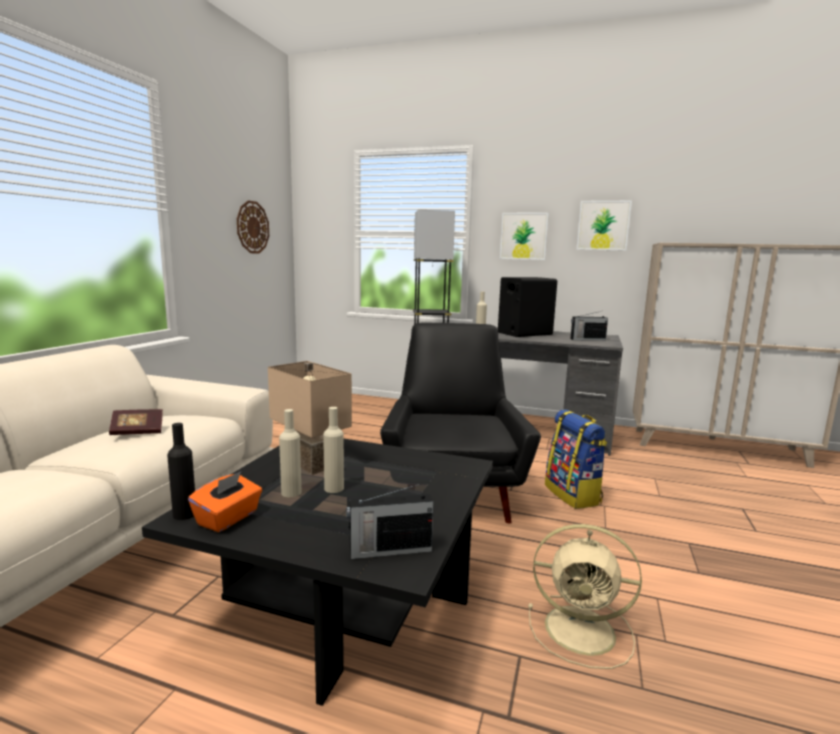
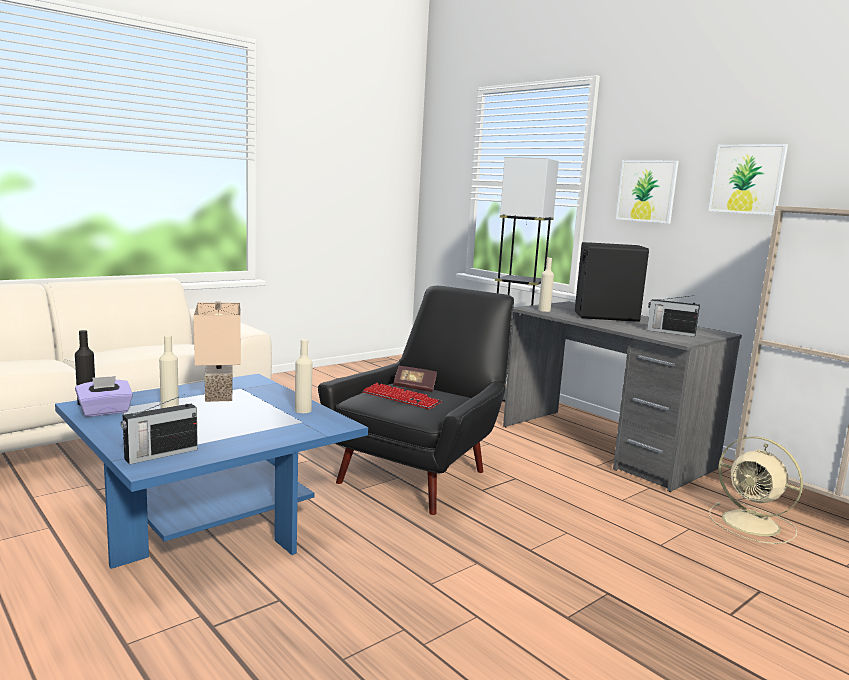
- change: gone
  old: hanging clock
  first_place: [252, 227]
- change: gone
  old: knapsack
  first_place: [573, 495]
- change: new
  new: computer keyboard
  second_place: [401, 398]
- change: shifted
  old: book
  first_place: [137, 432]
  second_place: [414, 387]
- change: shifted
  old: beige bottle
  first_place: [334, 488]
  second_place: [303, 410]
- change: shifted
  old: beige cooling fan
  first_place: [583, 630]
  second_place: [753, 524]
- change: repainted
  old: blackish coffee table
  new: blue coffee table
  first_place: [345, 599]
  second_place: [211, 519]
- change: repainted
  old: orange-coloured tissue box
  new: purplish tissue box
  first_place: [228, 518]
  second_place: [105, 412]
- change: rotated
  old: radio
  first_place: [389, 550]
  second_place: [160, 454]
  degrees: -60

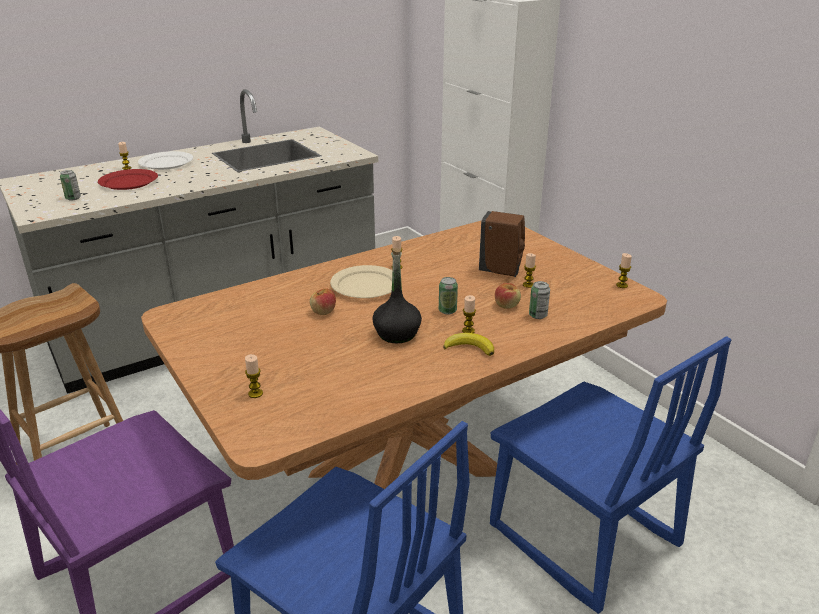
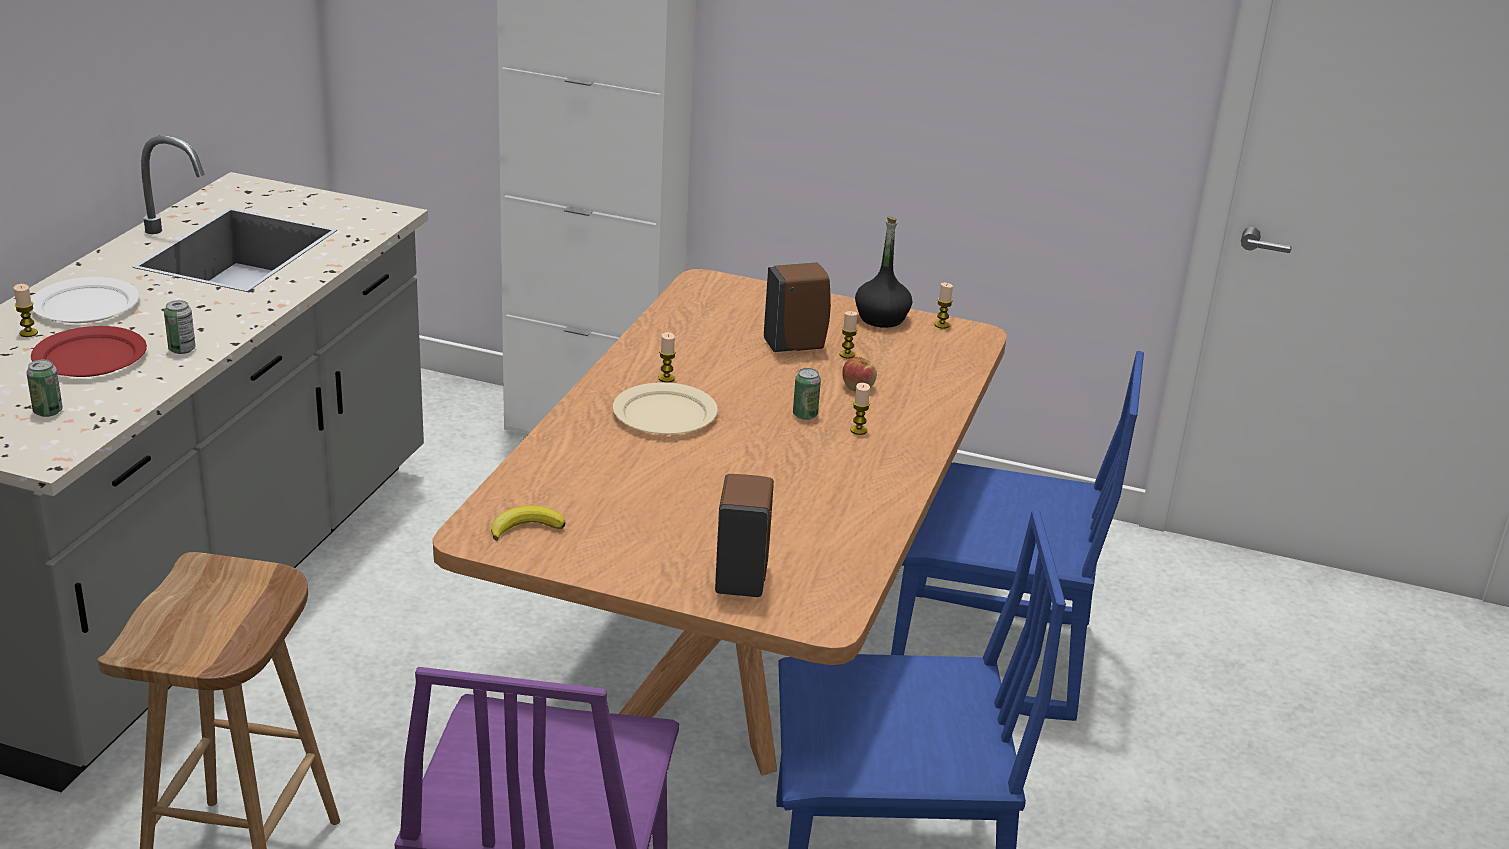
- change: gone
  old: whole apple
  first_place: [323, 312]
- change: shifted
  old: blackish bottle
  first_place: [397, 334]
  second_place: [881, 318]
- change: shifted
  old: banana
  first_place: [469, 347]
  second_place: [526, 527]
- change: shifted
  old: metal can
  first_place: [538, 315]
  second_place: [182, 349]
- change: swapped
  old: wax candle
  new: brown-coloured soap dispenser
  first_place: [255, 393]
  second_place: [741, 579]

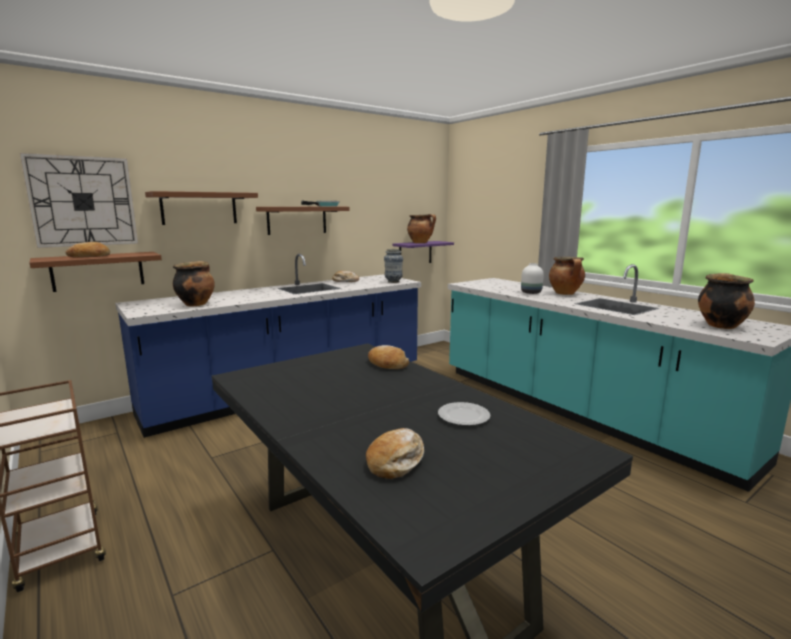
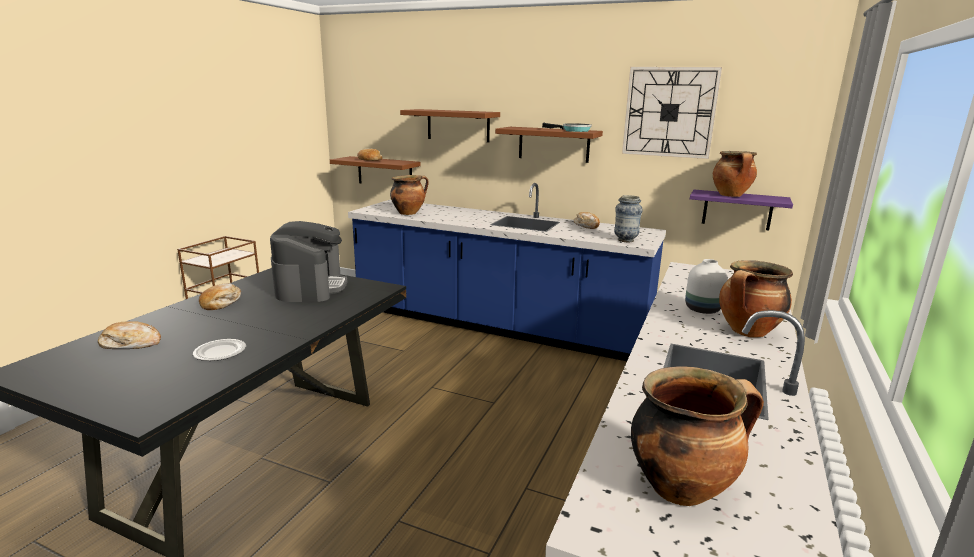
- change: new
  new: coffee brewer
  second_place: [310, 287]
- change: shifted
  old: hanging clock
  first_place: [83, 201]
  second_place: [669, 112]
- change: shifted
  old: baked bread
  first_place: [387, 364]
  second_place: [221, 303]

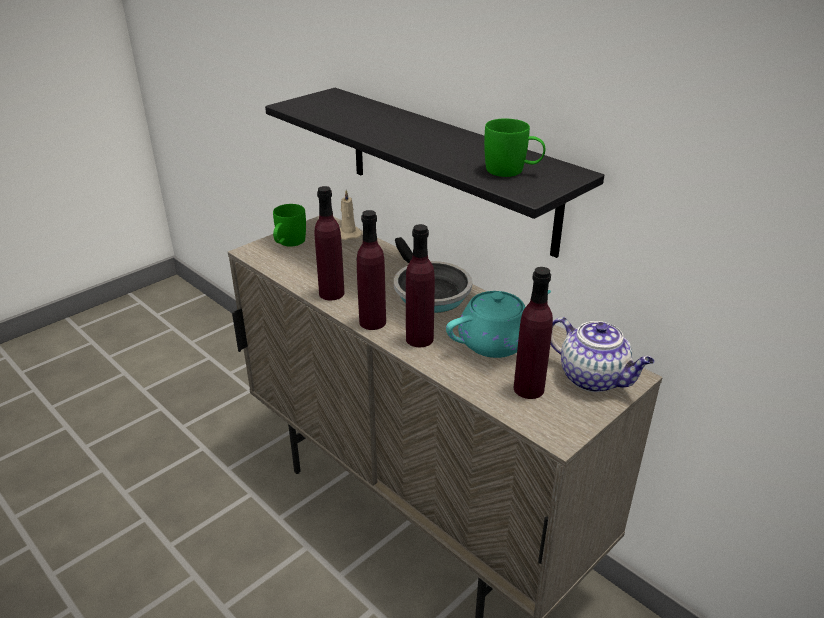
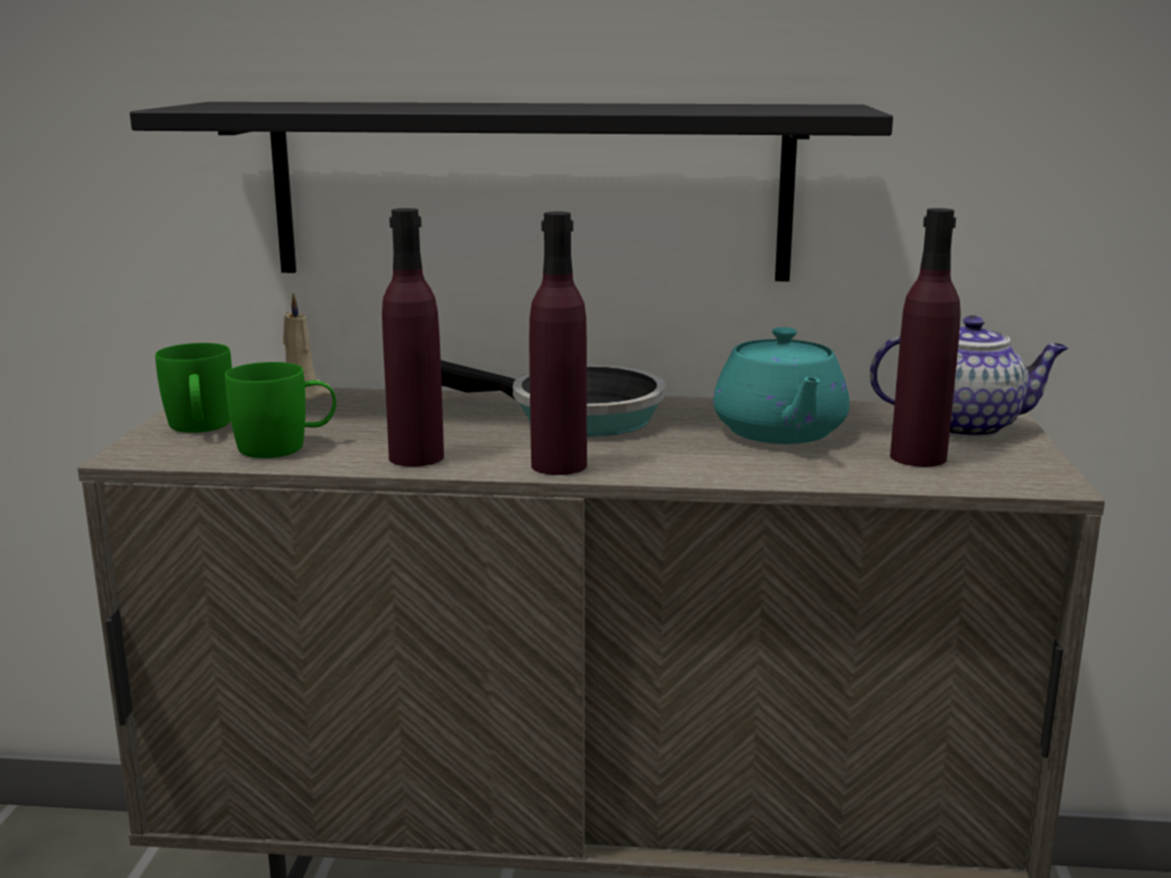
- change: gone
  old: purplish bottle
  first_place: [419, 339]
- change: shifted
  old: green tea mug
  first_place: [512, 171]
  second_place: [286, 447]
- change: rotated
  old: turquoise teapot
  first_place: [496, 342]
  second_place: [780, 432]
  degrees: 150

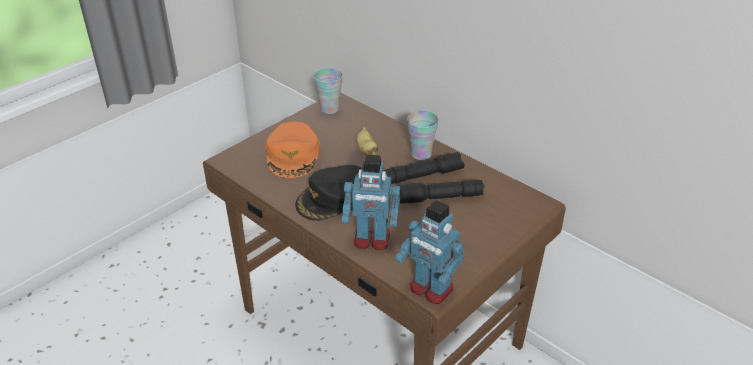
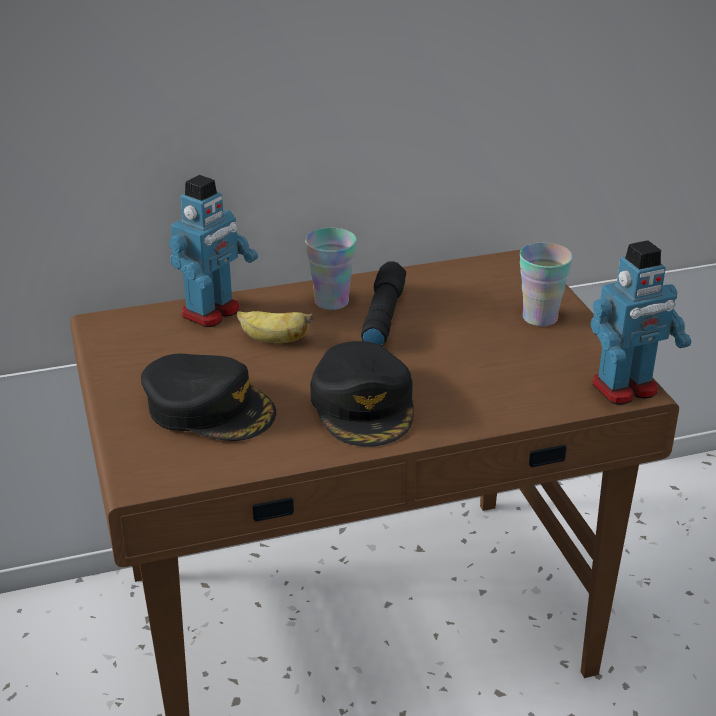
- change: gone
  old: blackish torch
  first_place: [439, 198]
- change: shifted
  old: drinking cup
  first_place: [329, 109]
  second_place: [540, 318]
- change: shifted
  old: model robot
  first_place: [372, 240]
  second_place: [212, 313]
- change: repainted
  old: orange-coloured peaked cap
  new: blackish peaked cap
  first_place: [293, 155]
  second_place: [209, 408]

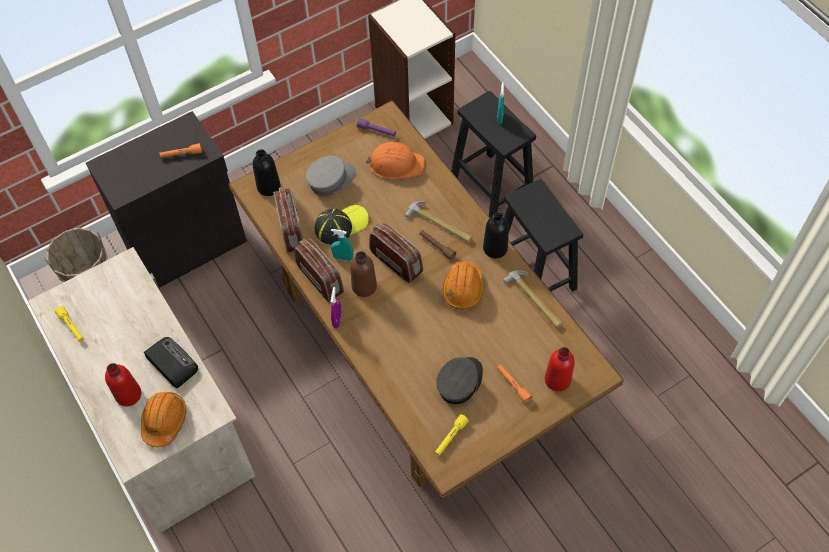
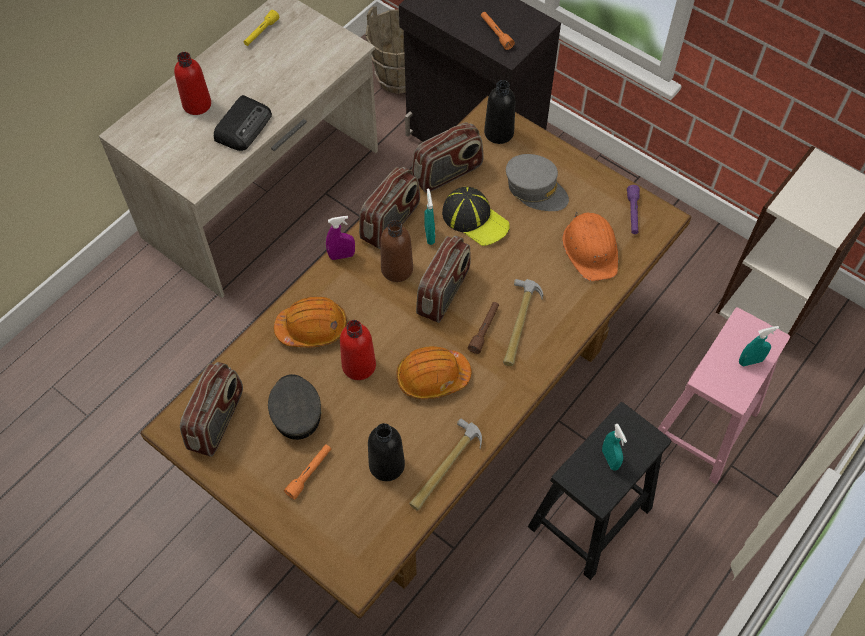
- change: new
  new: turquoise spray bottle
  second_place: [610, 459]
- change: shifted
  old: orange-coloured work helmet
  first_place: [164, 421]
  second_place: [312, 328]
- change: shifted
  old: blackish bottle
  first_place: [495, 248]
  second_place: [386, 465]
- change: shifted
  old: reddish bottle
  first_place: [557, 379]
  second_place: [359, 365]
- change: swapped
  old: yellow-coloured torch
  new: radio
  first_place: [450, 437]
  second_place: [217, 420]
- change: repainted
  old: blackish sitting stool
  new: pinkish sitting stool
  first_place: [492, 187]
  second_place: [703, 429]
- change: rotated
  old: grey peaked cap
  first_place: [459, 382]
  second_place: [295, 410]
  degrees: -120

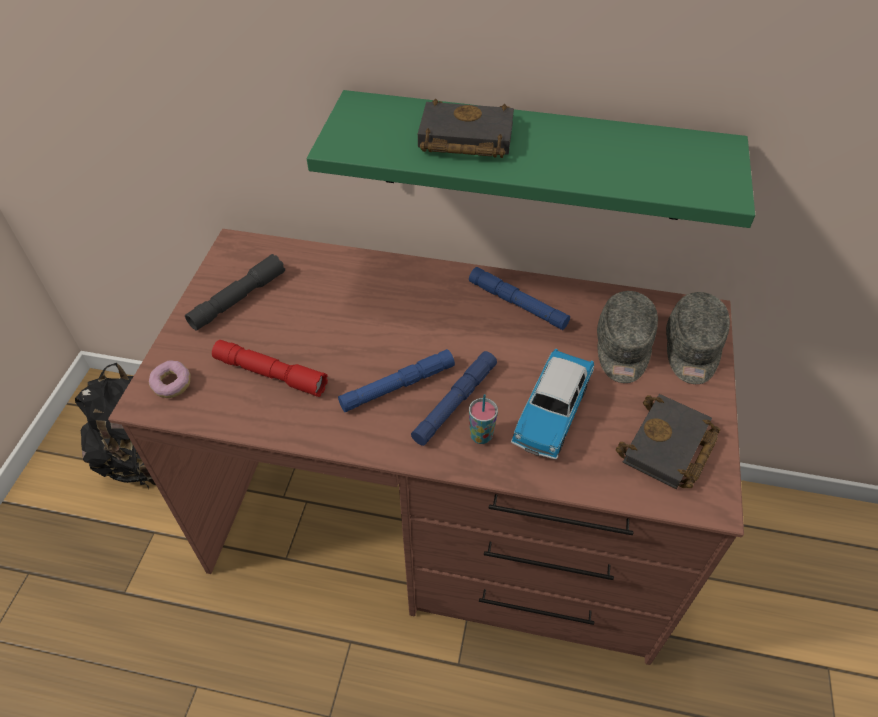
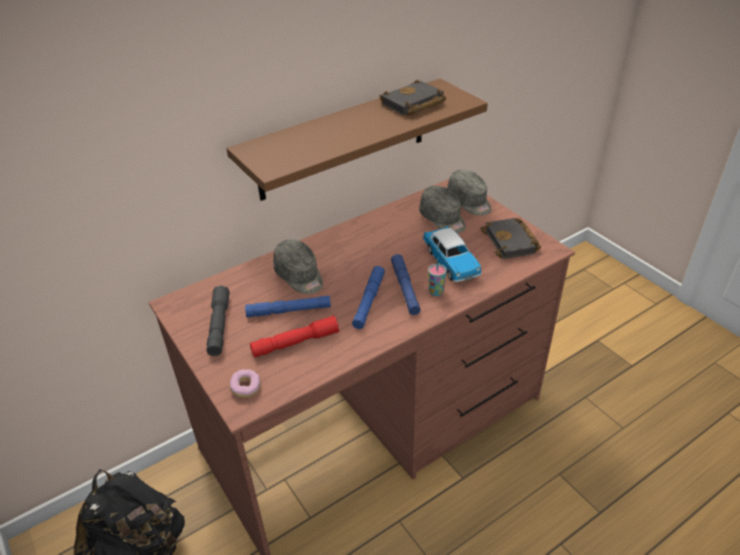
- change: new
  new: grey peaked cap
  second_place: [299, 276]
- change: shifted
  old: blackish book
  first_place: [463, 139]
  second_place: [413, 104]
- change: shifted
  old: blue torch
  first_place: [517, 303]
  second_place: [289, 310]
- change: repainted
  old: green bracket shelf
  new: brown-coloured bracket shelf
  first_place: [533, 157]
  second_place: [343, 140]

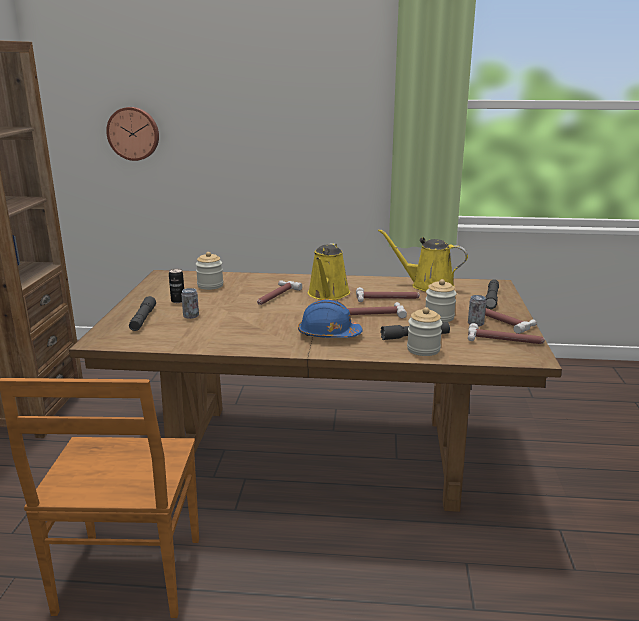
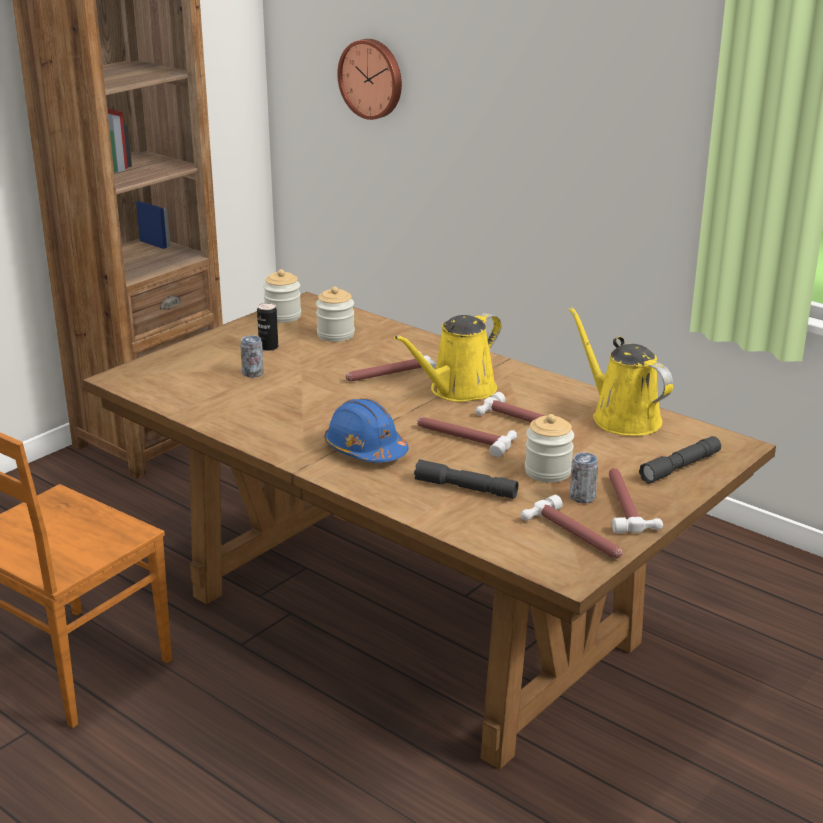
- change: gone
  old: grey torch
  first_place: [143, 319]
- change: shifted
  old: jar
  first_place: [423, 349]
  second_place: [283, 316]

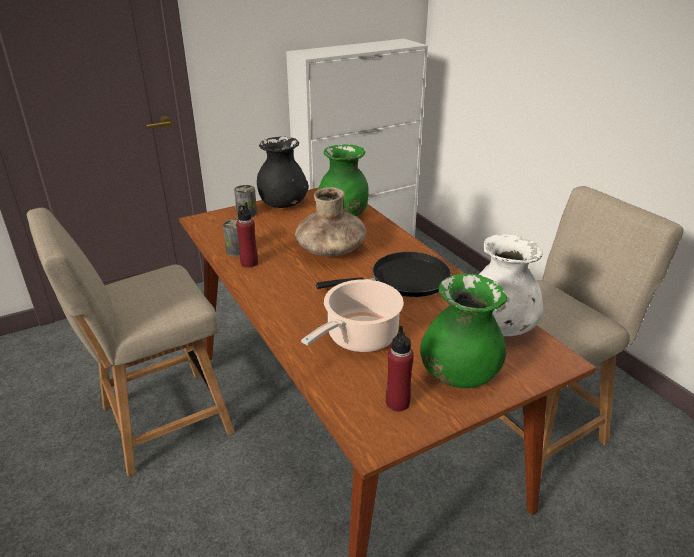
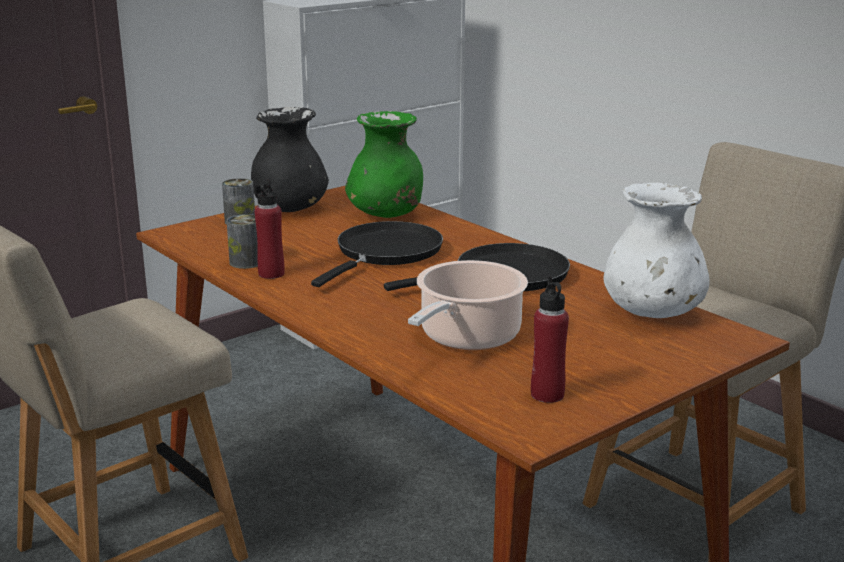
- change: gone
  old: green flower vase
  first_place: [459, 375]
- change: swapped
  old: brown-coloured flower vase
  new: blackish pan
  first_place: [331, 250]
  second_place: [385, 253]

